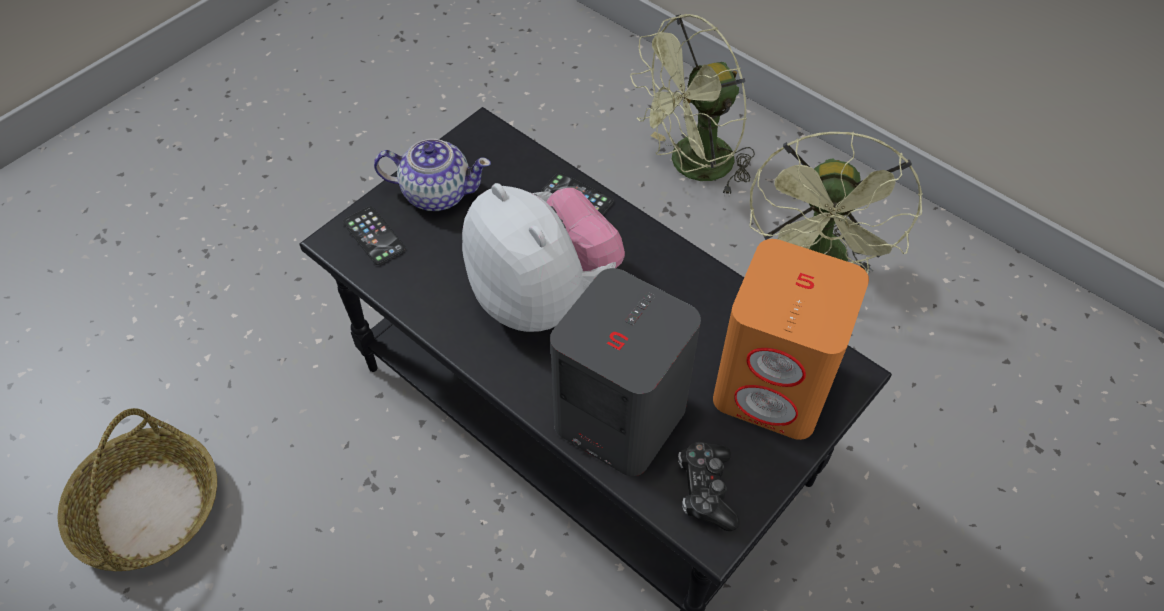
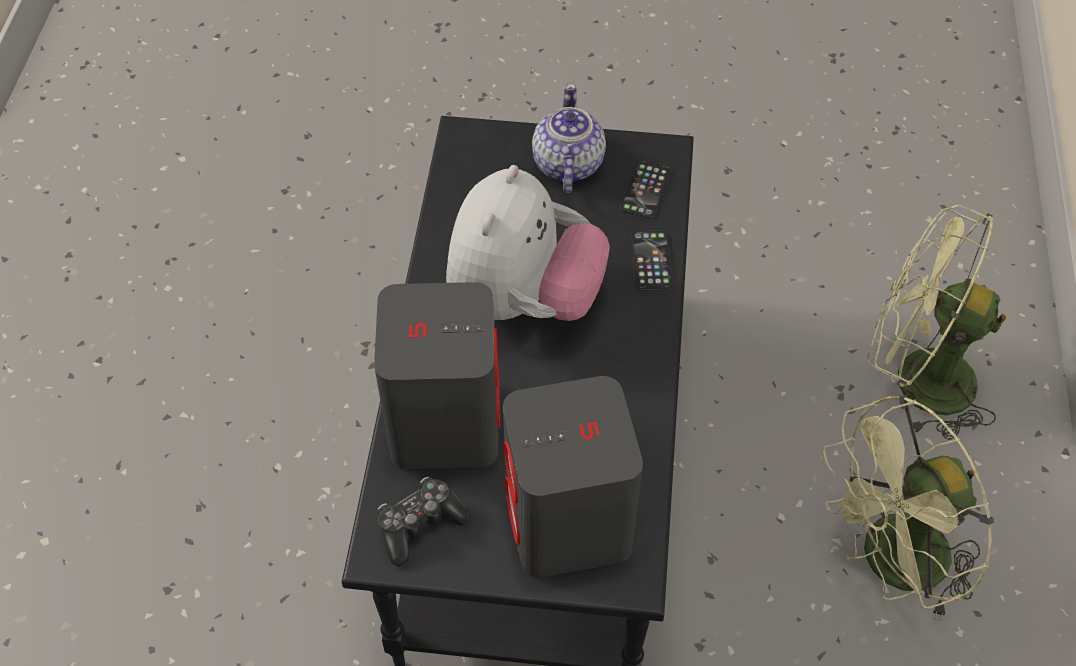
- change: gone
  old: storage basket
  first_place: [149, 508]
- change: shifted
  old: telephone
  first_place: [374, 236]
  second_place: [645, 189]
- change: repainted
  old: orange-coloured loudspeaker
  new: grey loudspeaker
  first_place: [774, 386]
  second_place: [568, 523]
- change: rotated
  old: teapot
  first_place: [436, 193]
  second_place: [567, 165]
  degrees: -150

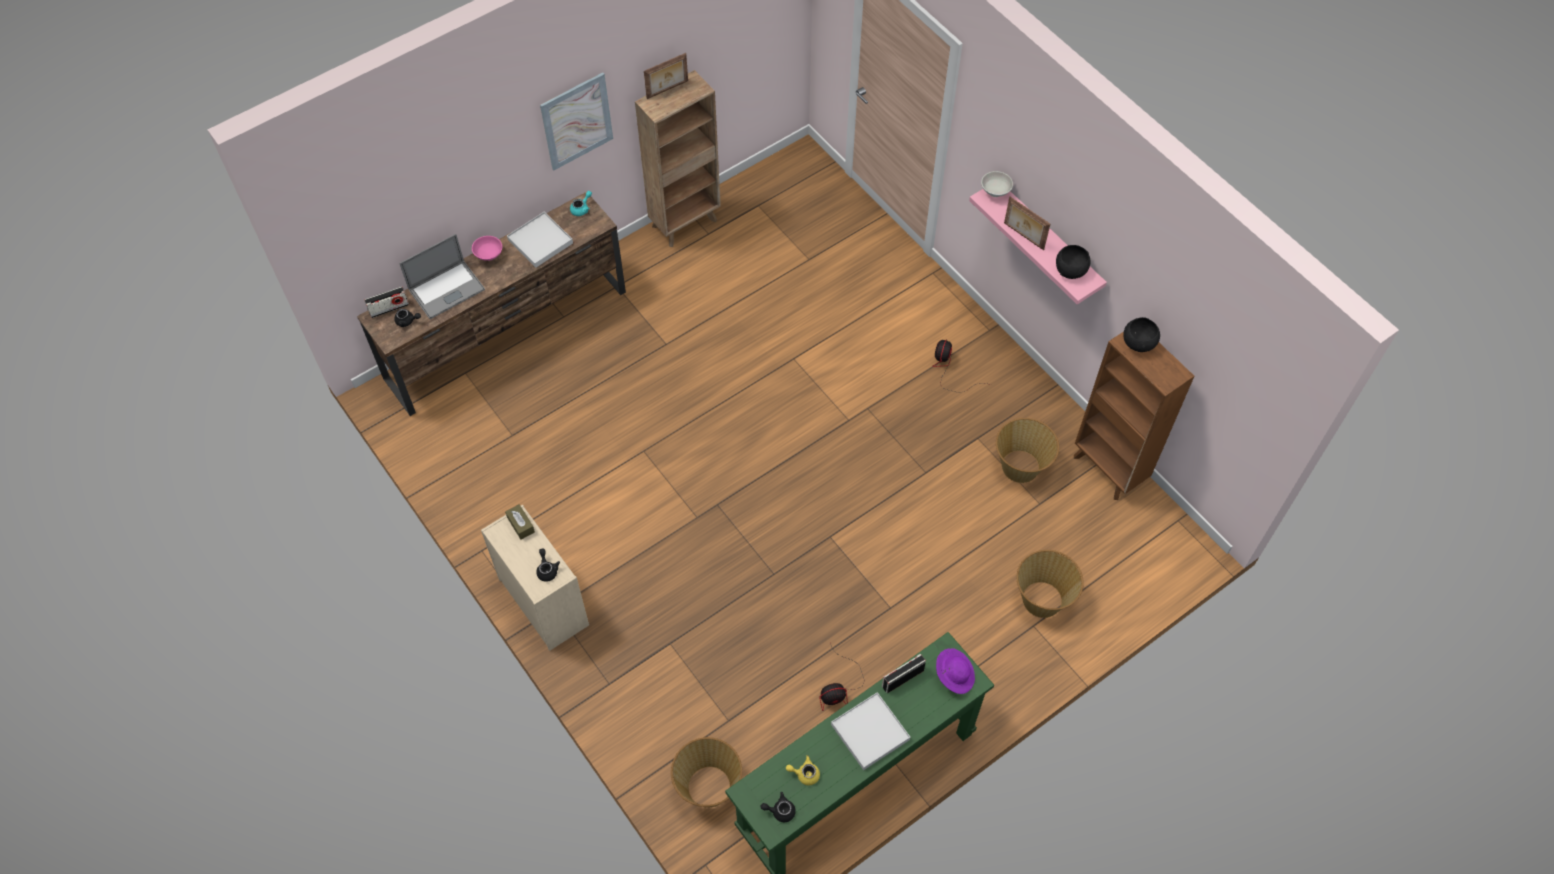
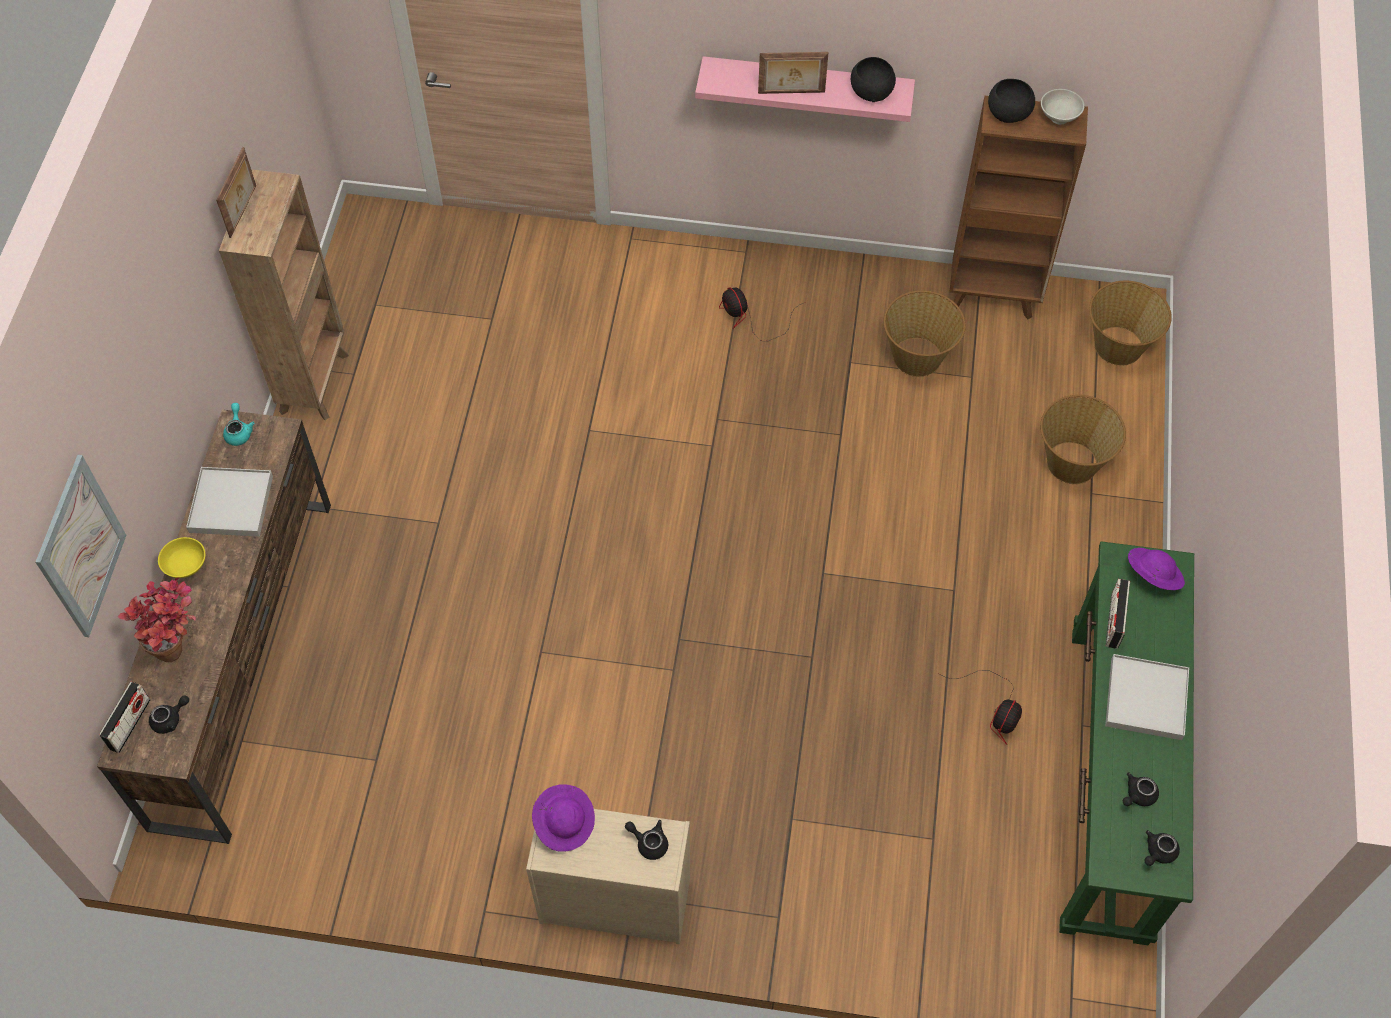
- change: shifted
  old: wall art
  first_place: [577, 121]
  second_place: [80, 547]
- change: shifted
  old: storage basket
  first_place: [708, 787]
  second_place: [1118, 347]
- change: shifted
  old: whitish bowl
  first_place: [994, 192]
  second_place: [1057, 118]
- change: swapped
  old: laptop
  new: potted plant
  first_place: [446, 290]
  second_place: [178, 645]
- change: swapped
  old: brown-coloured tissue box
  new: purplish hat
  first_place: [521, 525]
  second_place: [565, 823]
- change: repainted
  old: pinkish bowl
  new: yellow-coloured bowl
  first_place: [489, 255]
  second_place: [185, 567]
- change: repainted
  old: yellow-coloured teapot
  new: blackish teapot
  first_place: [804, 774]
  second_place: [1137, 795]

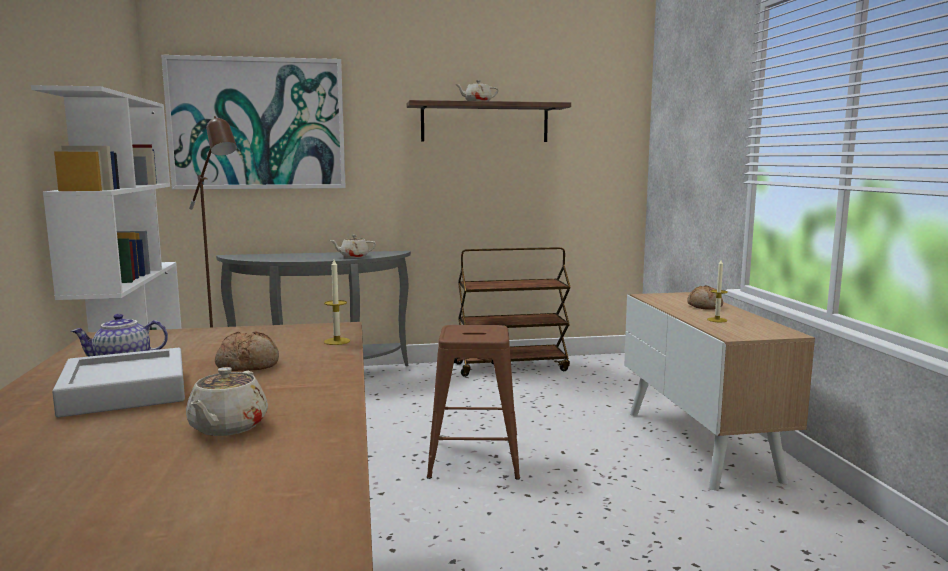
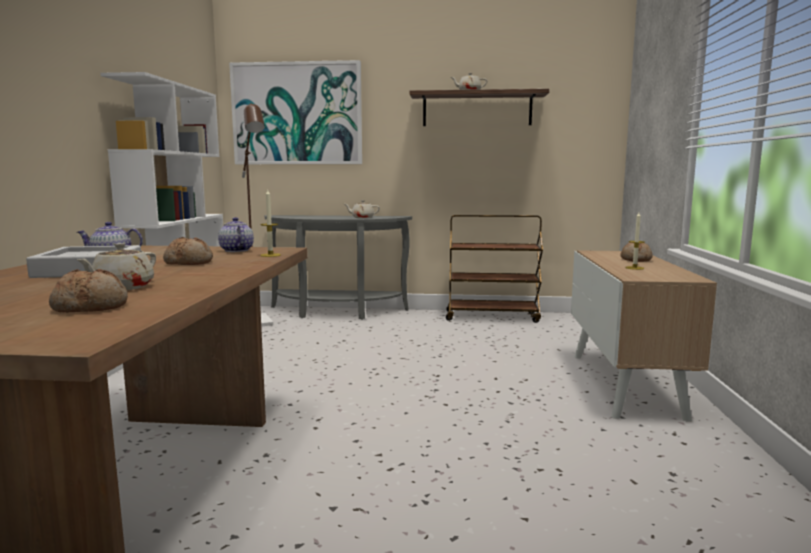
- change: gone
  old: brown-coloured sitting stool
  first_place: [473, 459]
- change: new
  new: baked bread
  second_place: [91, 307]
- change: new
  new: teapot
  second_place: [235, 250]

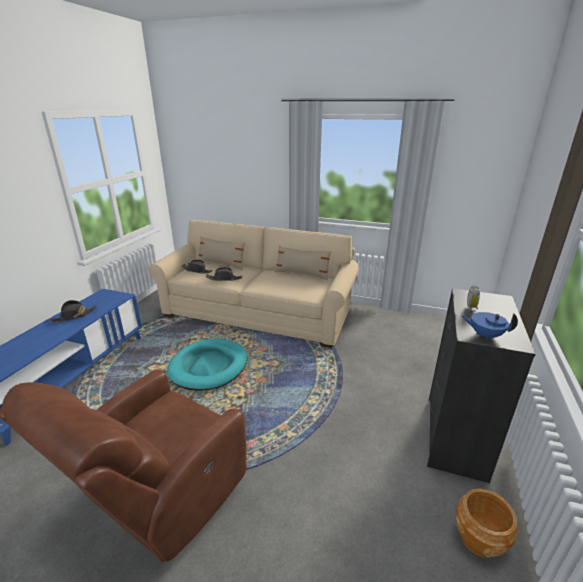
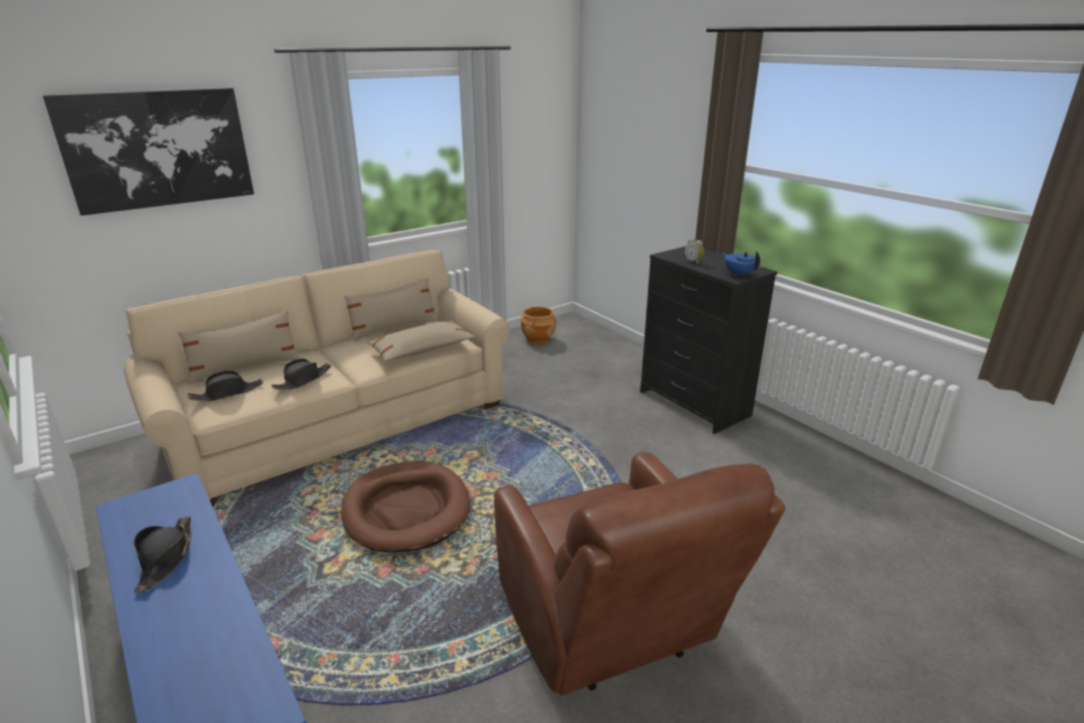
- change: new
  new: wall art
  second_place: [158, 149]
- change: new
  new: beige throw pillow
  second_place: [422, 350]
- change: shifted
  old: brown-coloured planter
  first_place: [478, 538]
  second_place: [538, 339]
- change: repainted
  old: turquoise dog bed
  new: brown-coloured dog bed
  first_place: [209, 366]
  second_place: [406, 510]
- change: rotated
  old: blue teapot
  first_place: [485, 335]
  second_place: [738, 274]
  degrees: 90

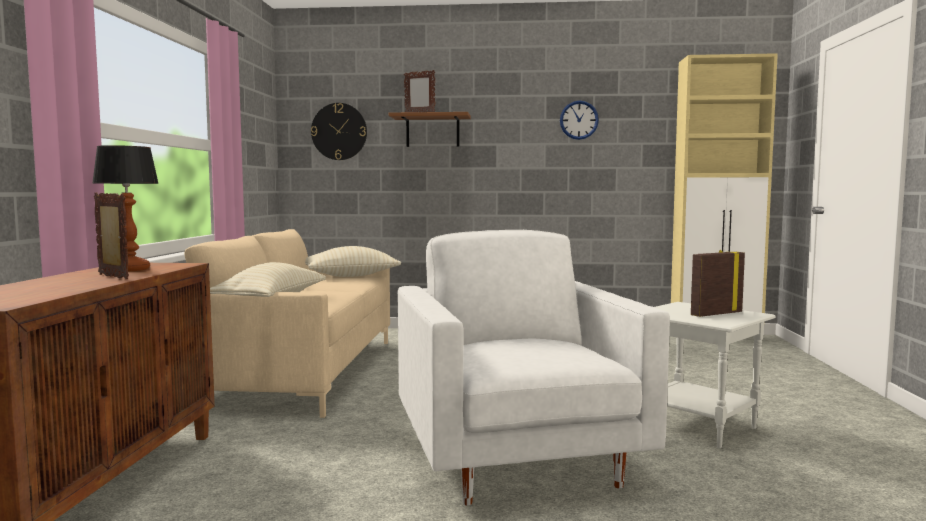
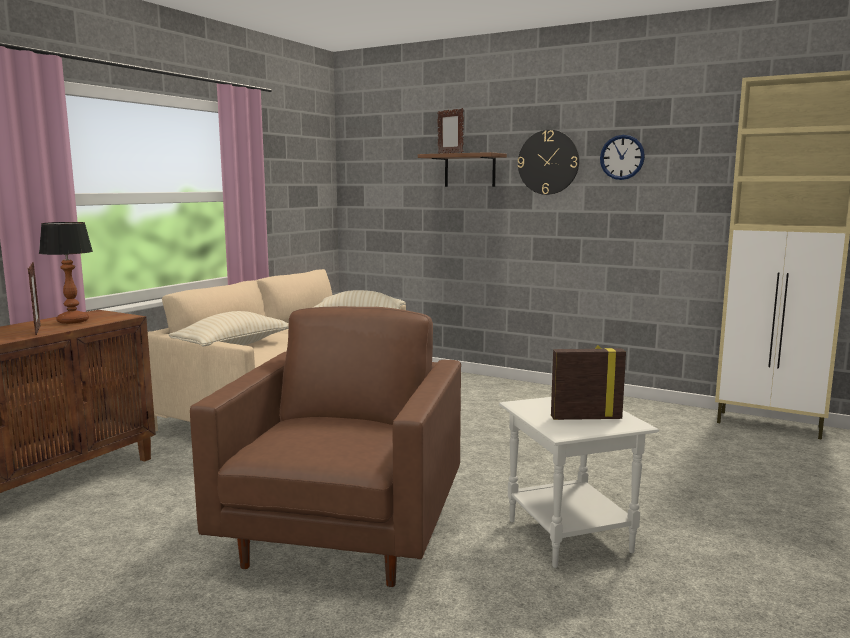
- change: shifted
  old: hanging clock
  first_place: [339, 131]
  second_place: [548, 162]
- change: repainted
  old: whitish armchair
  new: brown-coloured armchair
  first_place: [518, 459]
  second_place: [344, 534]

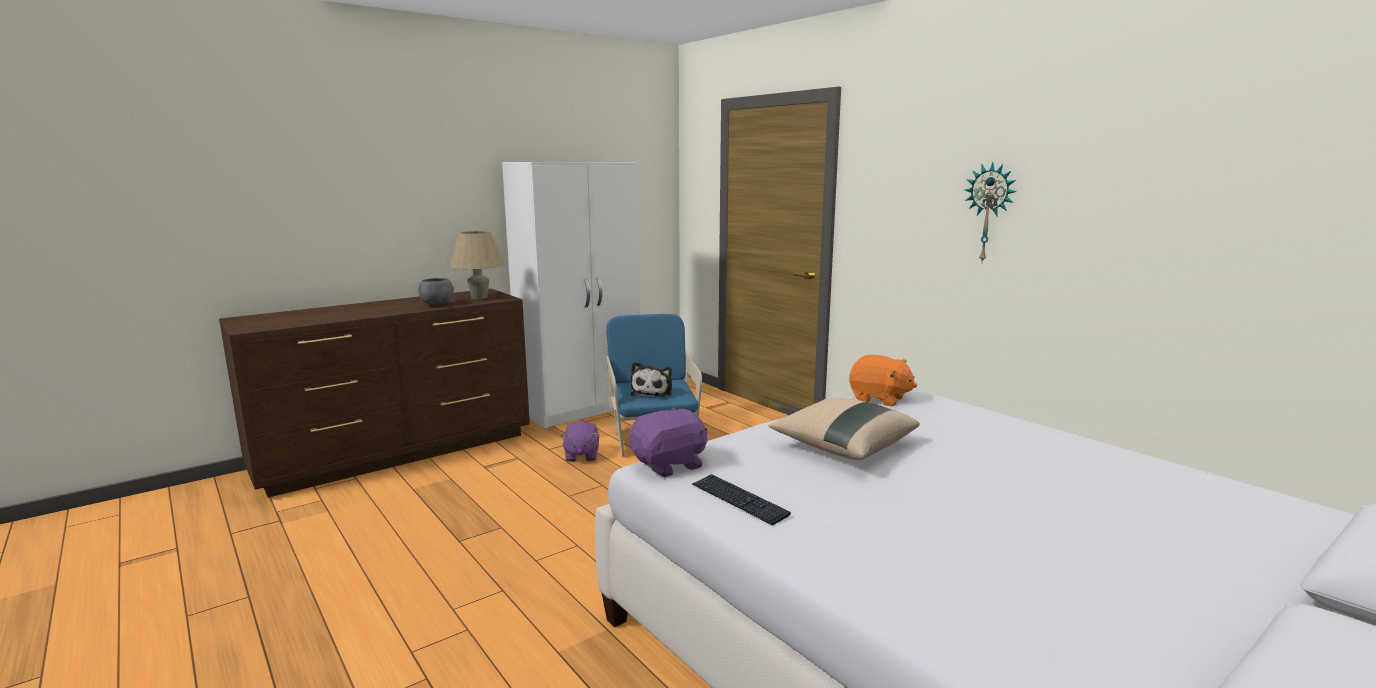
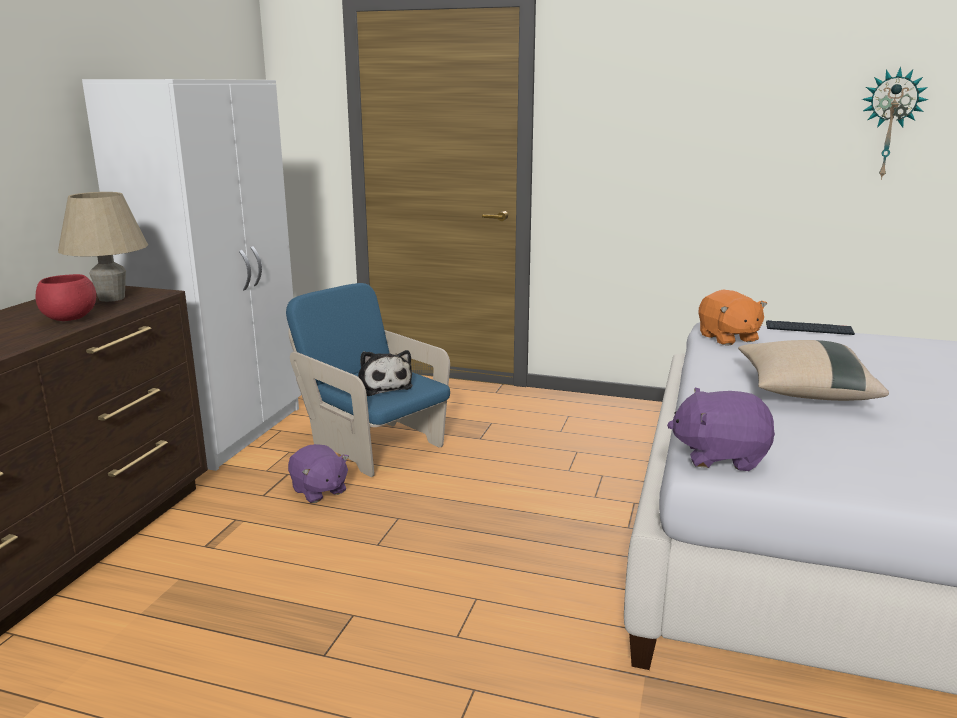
- change: shifted
  old: computer keyboard
  first_place: [739, 500]
  second_place: [809, 329]
- change: shifted
  old: hanging clock
  first_place: [989, 213]
  second_place: [889, 124]
- change: repainted
  old: grey bowl
  new: reddish bowl
  first_place: [437, 305]
  second_place: [71, 319]
- change: rotated
  old: purplish cuddly toy
  first_place: [669, 465]
  second_place: [720, 456]
  degrees: -105
- change: rotated
  old: orange-coloured cuddly toy
  first_place: [879, 399]
  second_place: [728, 338]
  degrees: 75

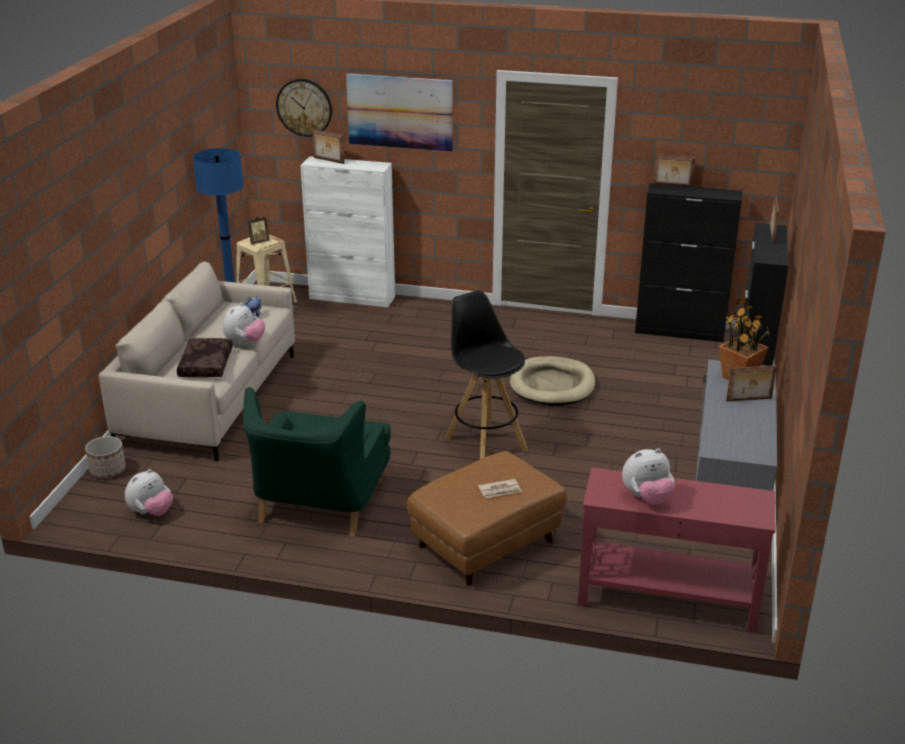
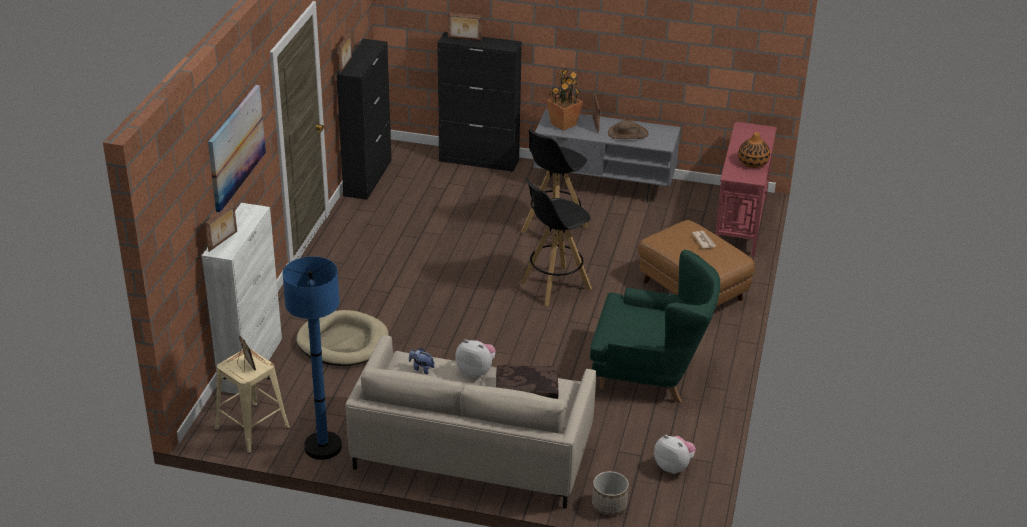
- change: gone
  old: hanging clock
  first_place: [304, 107]
- change: new
  new: blackish sitting stool
  second_place: [553, 229]
- change: new
  new: brown-coloured hat
  second_place: [628, 134]
- change: shifted
  old: beige dog bed
  first_place: [552, 385]
  second_place: [343, 342]
- change: swapped
  old: cuddly toy
  new: flower vase
  first_place: [647, 498]
  second_place: [752, 163]

